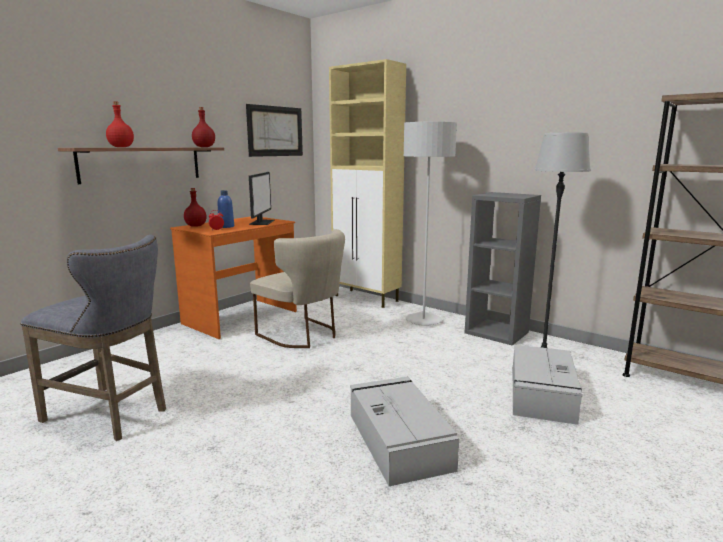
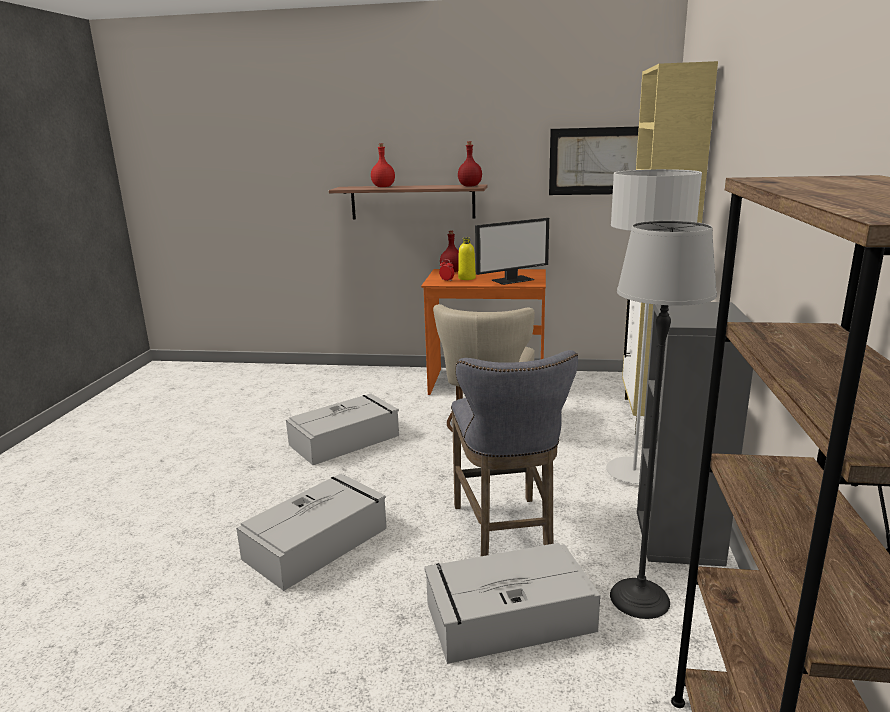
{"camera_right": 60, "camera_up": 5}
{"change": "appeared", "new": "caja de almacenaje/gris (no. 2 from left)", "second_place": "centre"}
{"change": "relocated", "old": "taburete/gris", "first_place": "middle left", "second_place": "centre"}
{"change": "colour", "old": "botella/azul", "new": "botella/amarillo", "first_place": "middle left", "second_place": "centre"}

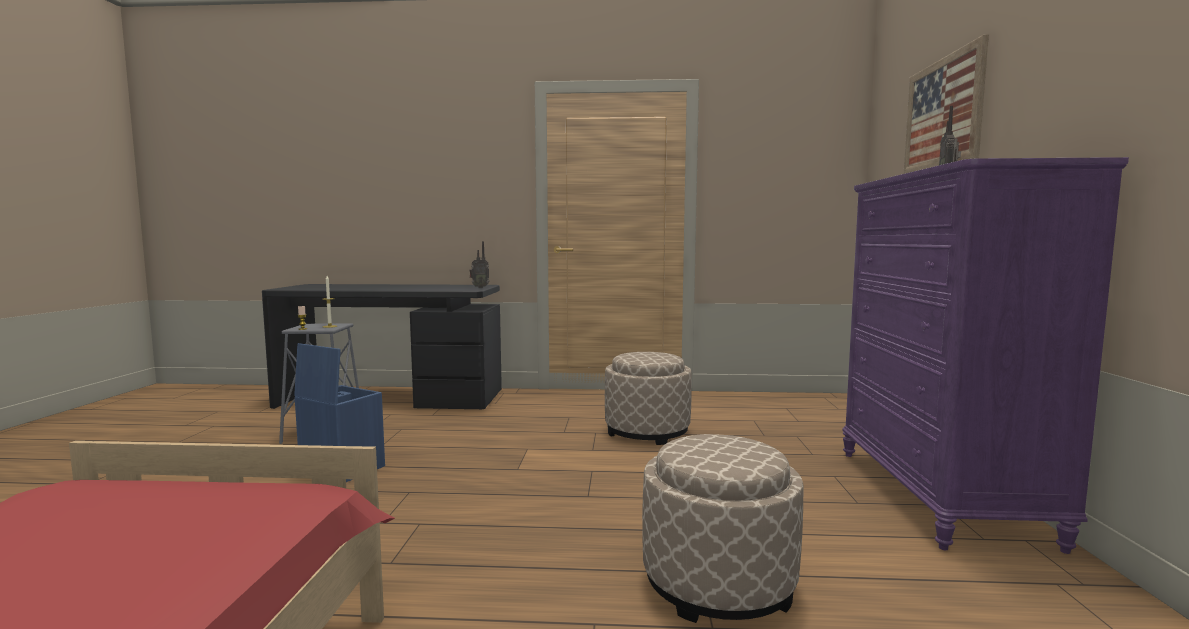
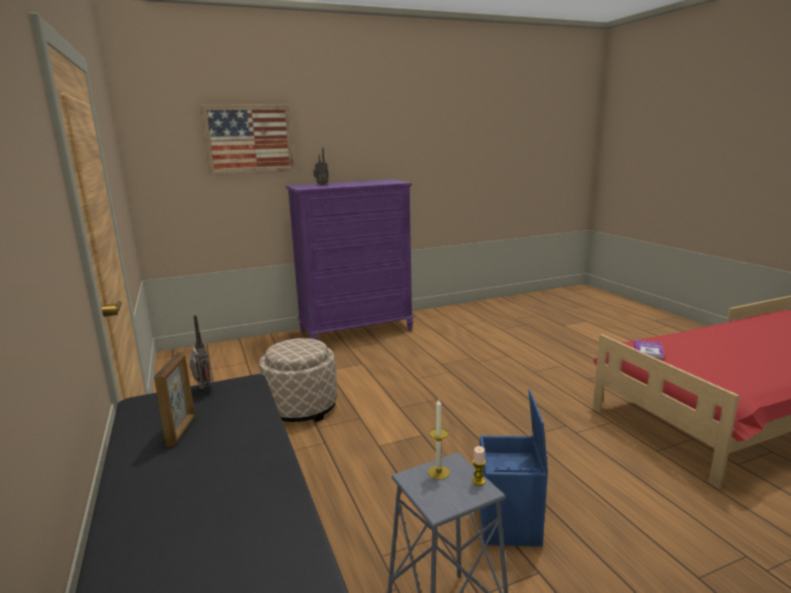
{"camera_right": -115, "camera_up": 10}
{"change": "appeared", "new": "portarretratos", "second_place": "bottom left"}
{"change": "appeared", "new": "libro", "second_place": "middle right"}
{"change": "missing", "old": "puf/beis (no. 2 from left)", "first_place": "bottom centre"}

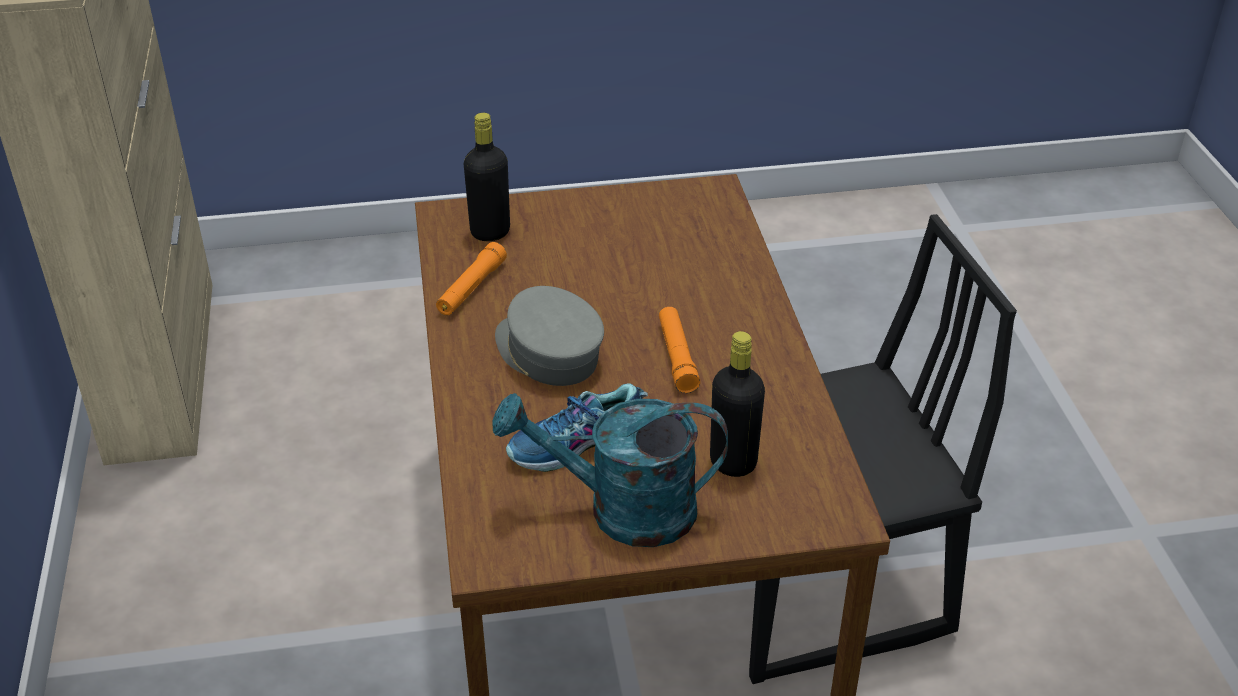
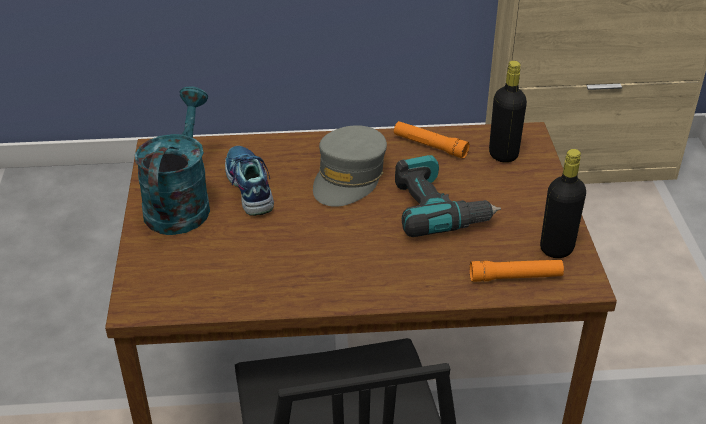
{"camera_right": 95, "camera_up": 0}
{"change": "spun", "old": "gorra/gris", "first_place": "centre", "second_place": "centre", "degrees": 150}
{"change": "appeared", "new": "taladro", "second_place": "centre"}
{"change": "relocated", "old": "linterna/naranja (no. 2 from left)", "first_place": "centre", "second_place": "middle right"}
{"change": "relocated", "old": "botella/negro (no. 2 from left)", "first_place": "centre", "second_place": "middle right"}

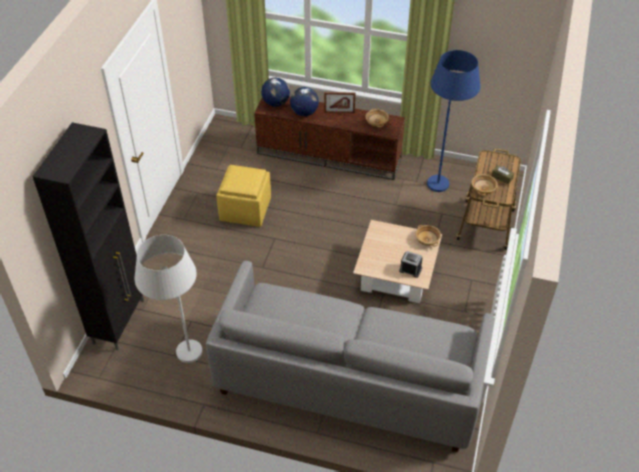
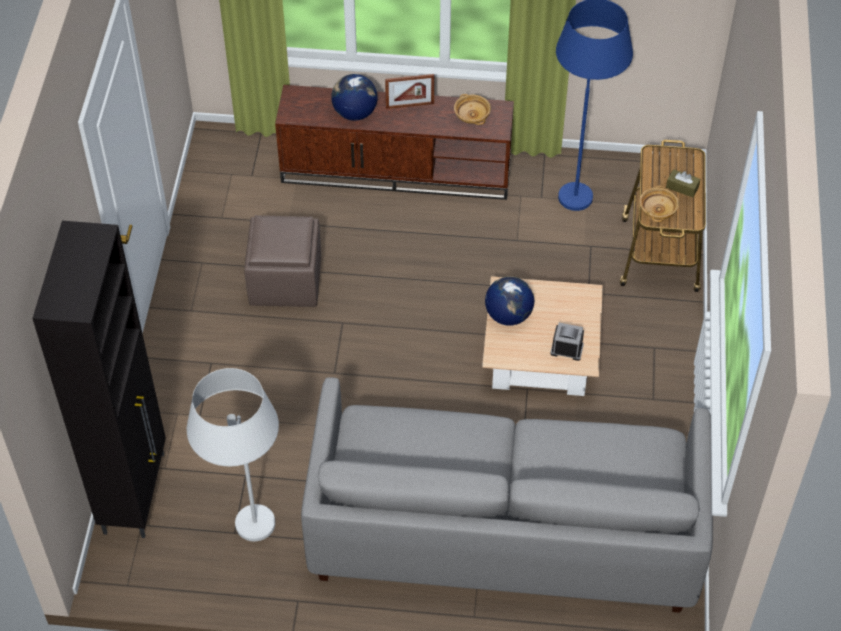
{"camera_right": -10, "camera_up": 5}
{"change": "colour", "old": "puf/amarillo", "new": "puf/marrón", "first_place": "centre", "second_place": "centre"}
{"change": "relocated", "old": "globo terráqueo (no. 1 from left in the first image)", "new": "globo terráqueo (no. 2 from left)", "first_place": "top centre", "second_place": "centre"}
{"change": "missing", "old": "cuenco/beis (no. 2 from left)", "first_place": "middle right"}

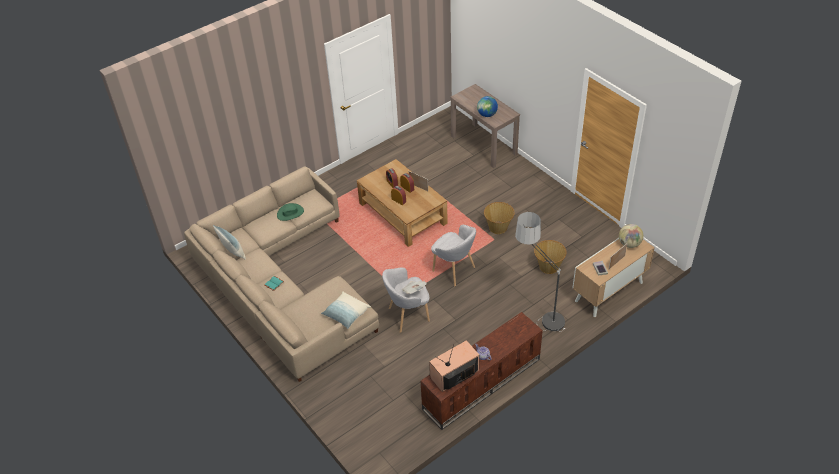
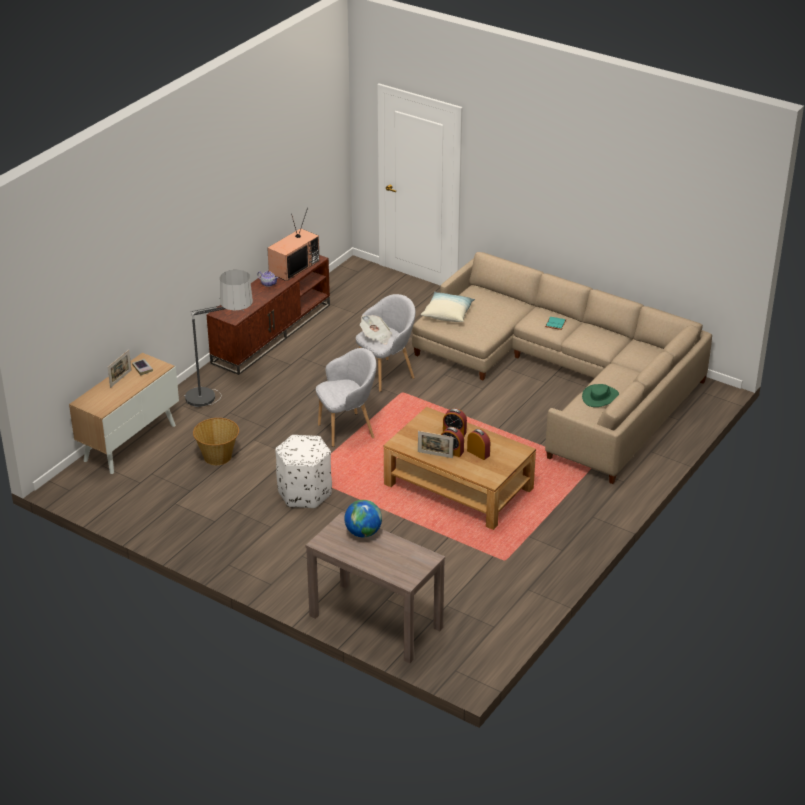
{"camera_right": 160, "camera_up": -10}
{"change": "exchanged", "old": "cesta (no. 1 from left)", "new": "puf/blanco", "first_place": "centre", "second_place": "centre"}
{"change": "spun", "old": "sillón/gris (no. 2 from left in the first image)", "first_place": "centre", "second_place": "centre", "degrees": 135}
{"change": "missing", "old": "cojín (no. 1 from left)", "first_place": "middle left"}
{"change": "missing", "old": "globo terráqueo (no. 2 from left)", "first_place": "middle right"}

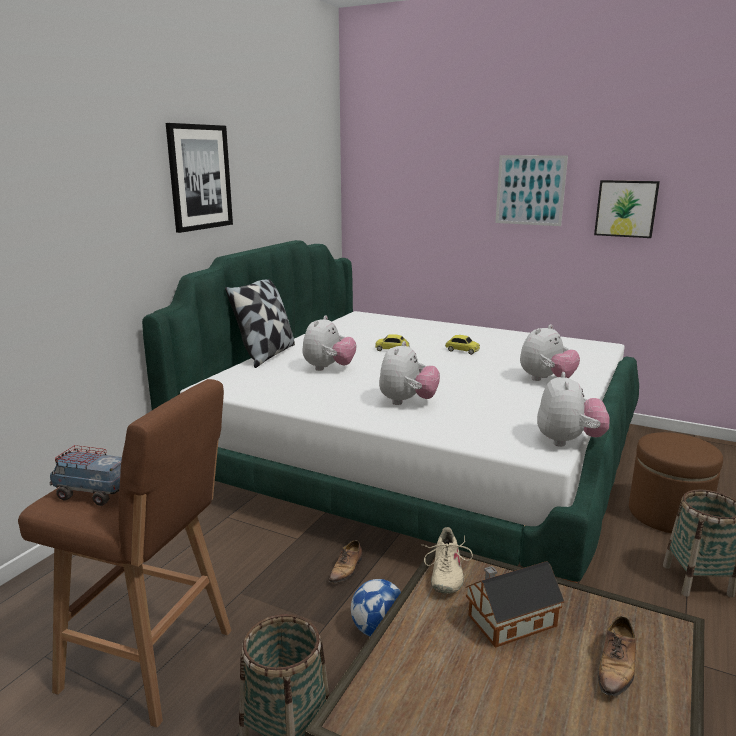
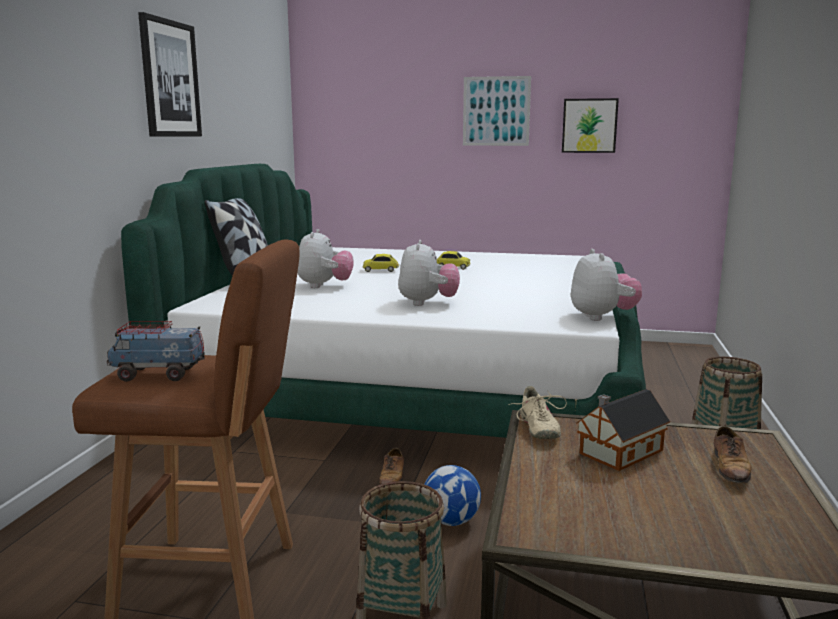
{"camera_right": -15, "camera_up": -5}
{"change": "missing", "old": "peluche (no. 3 from left)", "first_place": "middle right"}
{"change": "missing", "old": "puf/marrón", "first_place": "middle right"}

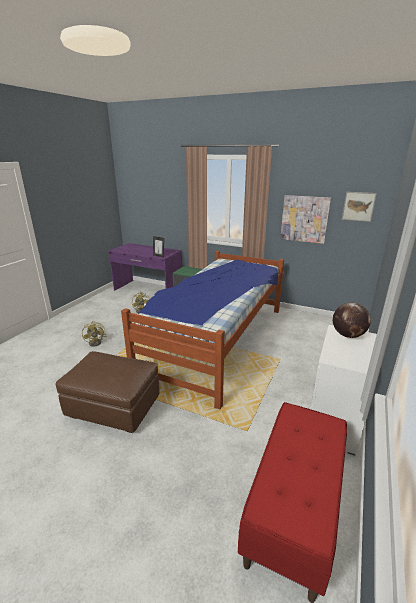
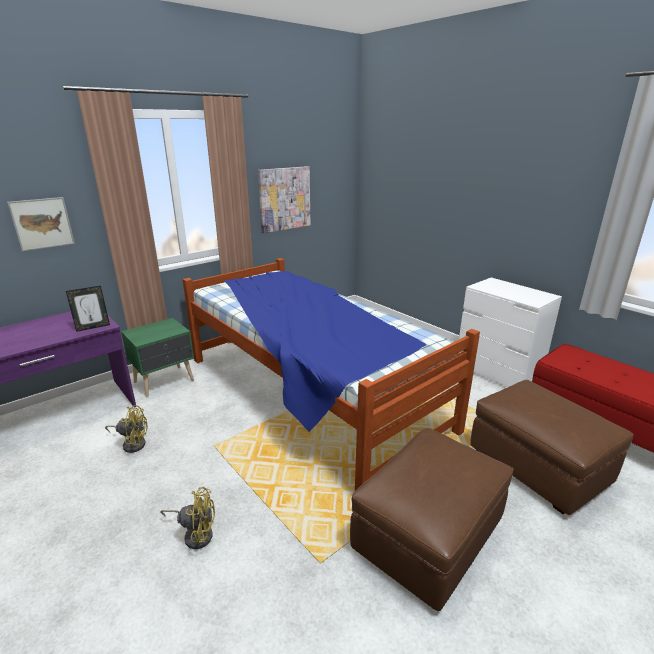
{"camera_right": -65, "camera_up": 0}
{"change": "relocated", "old": "cuadro (no. 2 from left in the first image)", "new": "cuadro (no. 1 from left)", "first_place": "middle right", "second_place": "middle left"}
{"change": "appeared", "new": "puf/marrón (no. 2 from left)", "second_place": "bottom right"}
{"change": "missing", "old": "globo terráqueo", "first_place": "middle right"}

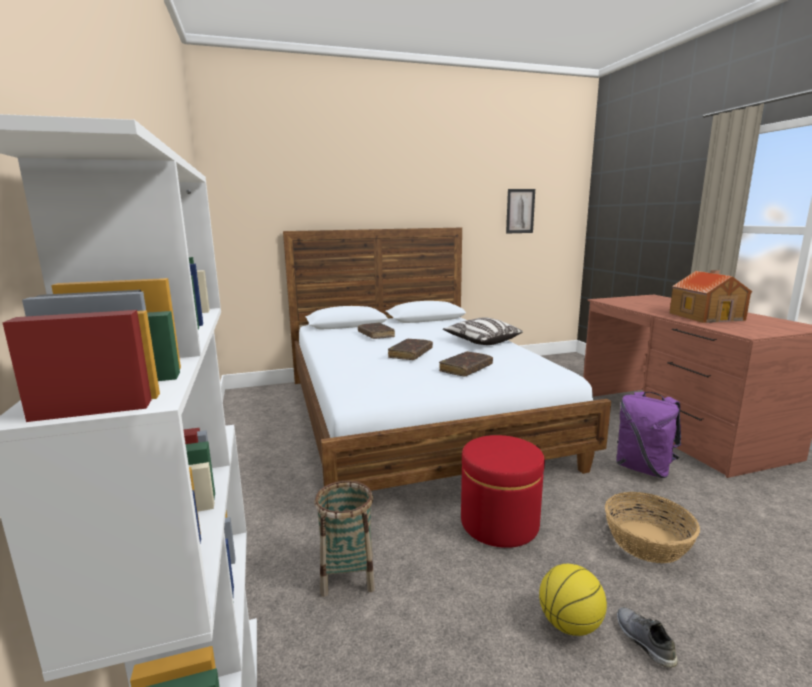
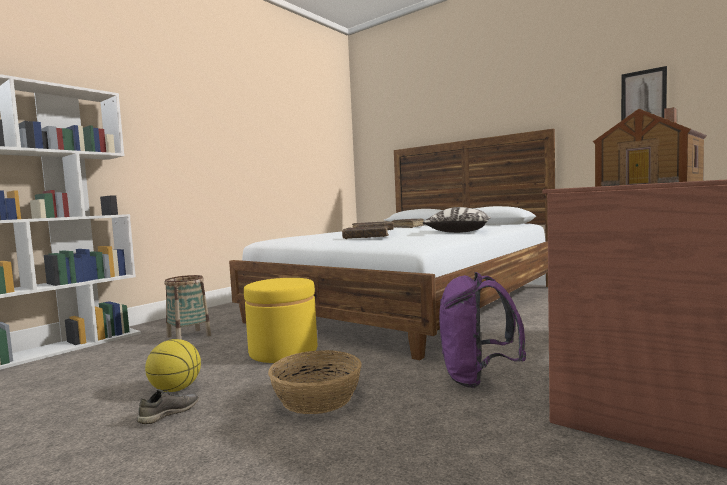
{"camera_right": 55, "camera_up": -10}
{"change": "colour", "old": "puf/rojo", "new": "puf/amarillo", "first_place": "bottom centre", "second_place": "centre"}

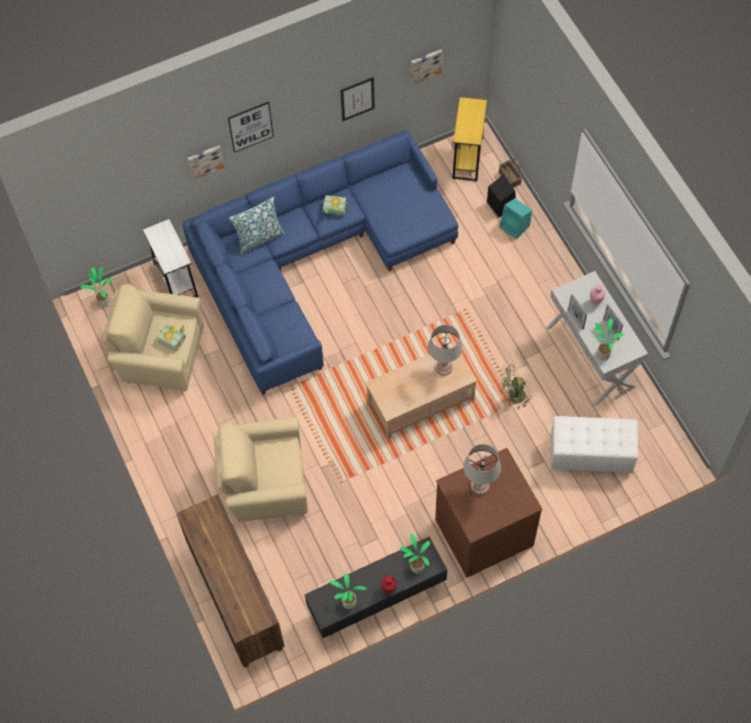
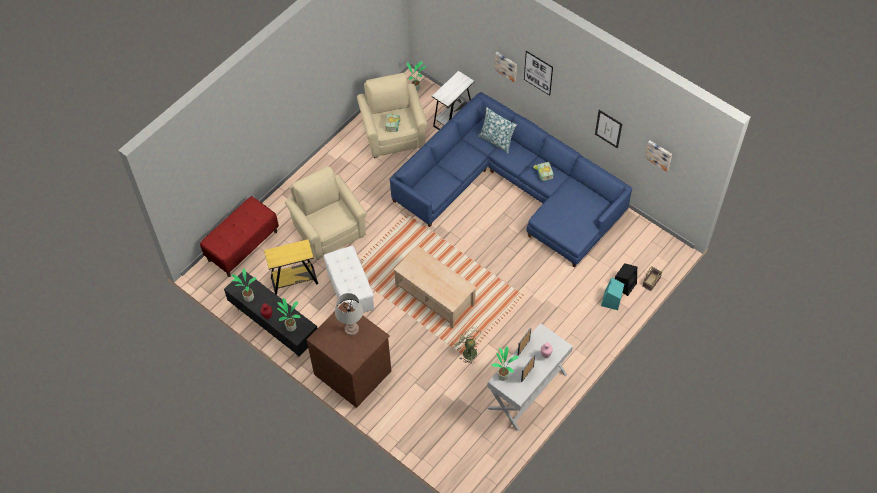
{"camera_right": 65, "camera_up": -5}
{"change": "exchanged", "old": "cómoda/marrón (no. 1 from left)", "new": "banco/rojo", "first_place": "bottom left", "second_place": "middle left"}
{"change": "relocated", "old": "mesa auxiliar/amarillo", "first_place": "top centre", "second_place": "middle left"}
{"change": "relocated", "old": "puf/blanco", "first_place": "middle right", "second_place": "centre"}
{"change": "missing", "old": "lámpara de mesa/gris (no. 1 from left)", "first_place": "centre"}

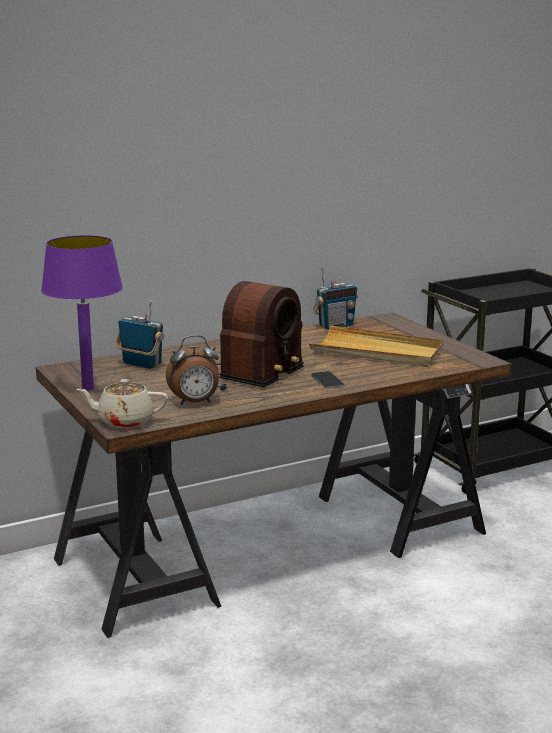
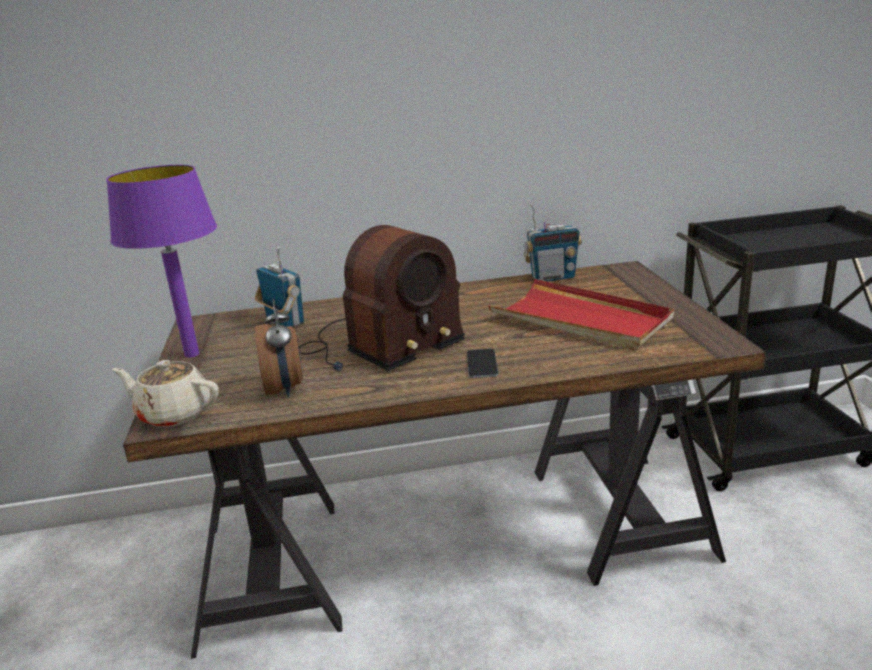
{"camera_right": 20, "camera_up": 5}
{"change": "spun", "old": "despertador", "first_place": "centre", "second_place": "middle left", "degrees": -105}
{"change": "colour", "old": "bandeja/beis", "new": "bandeja/rojo", "first_place": "middle right", "second_place": "centre"}

